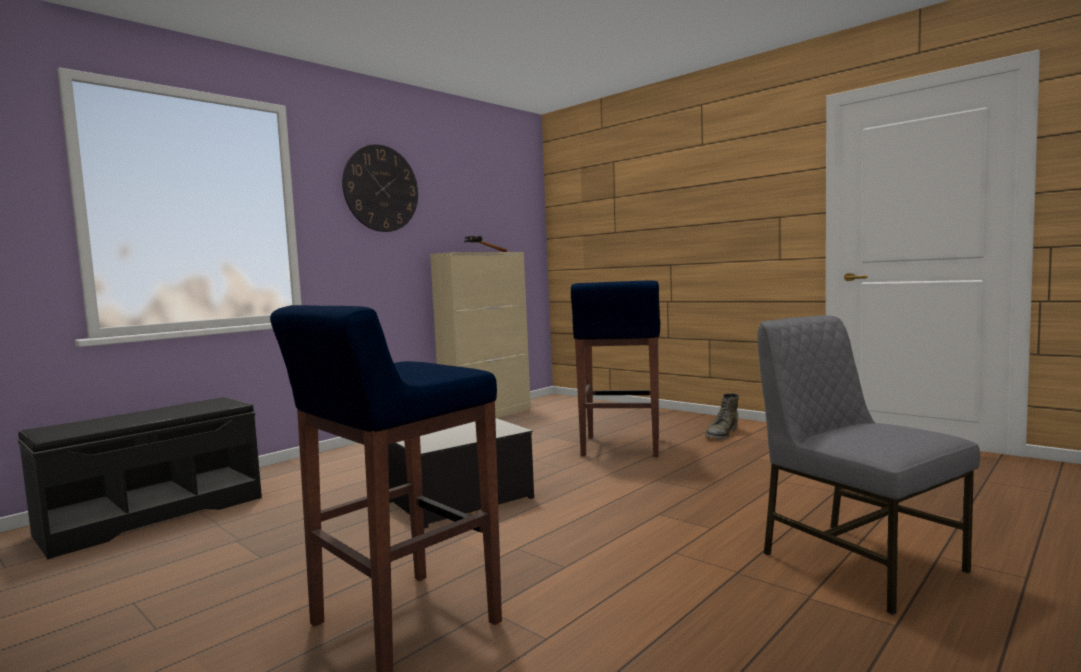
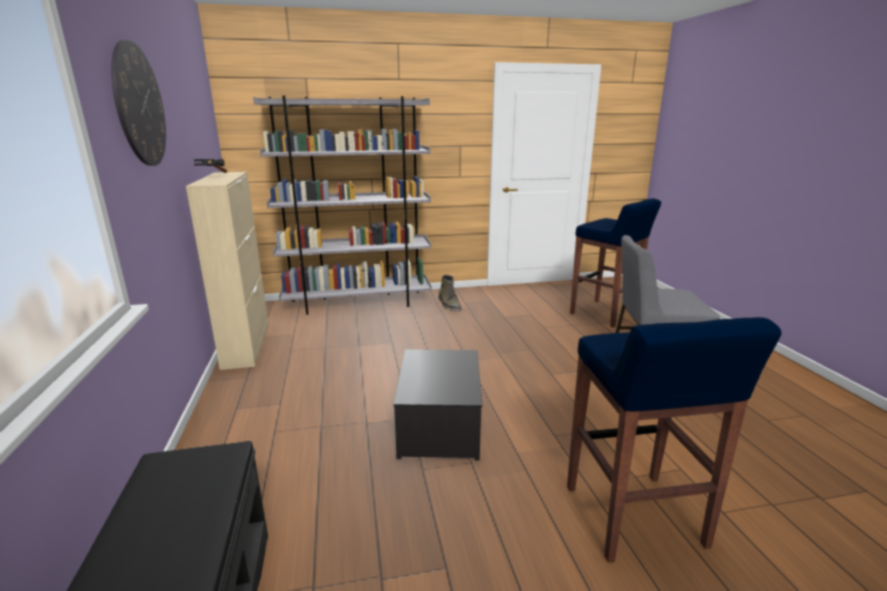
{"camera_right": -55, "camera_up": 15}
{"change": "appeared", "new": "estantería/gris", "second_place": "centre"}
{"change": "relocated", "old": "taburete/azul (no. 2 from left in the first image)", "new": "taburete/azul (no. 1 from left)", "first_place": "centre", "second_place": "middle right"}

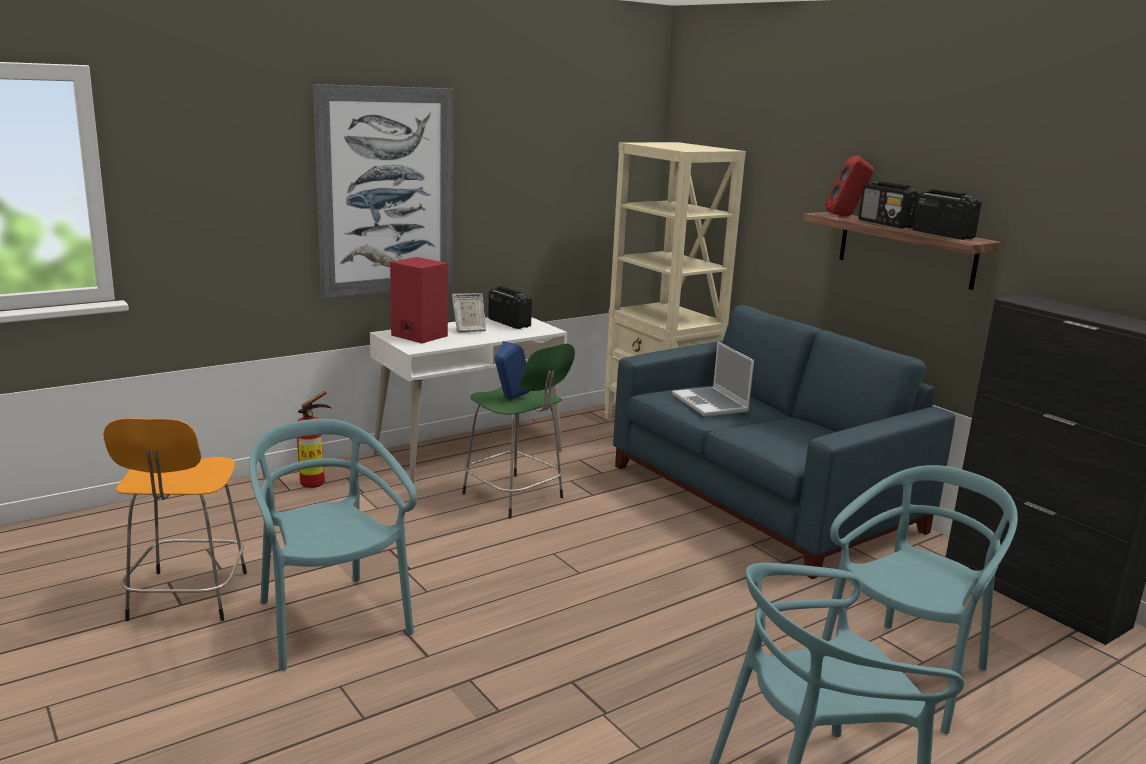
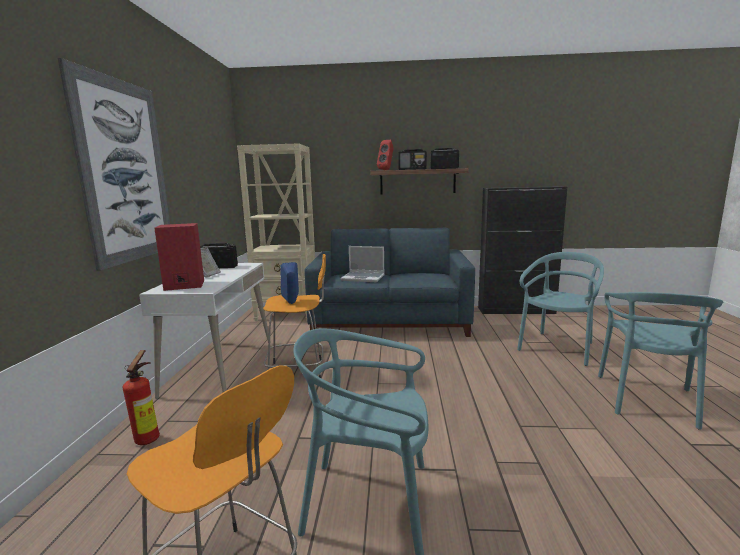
{"camera_right": -50, "camera_up": -5}
{"change": "colour", "old": "taburete/verde", "new": "taburete/naranja (no. 2 from left)", "first_place": "centre", "second_place": "centre"}
{"change": "spun", "old": "silla/turquesa (no. 3 from left in the first image)", "first_place": "bottom right", "second_place": "middle right", "degrees": 45}

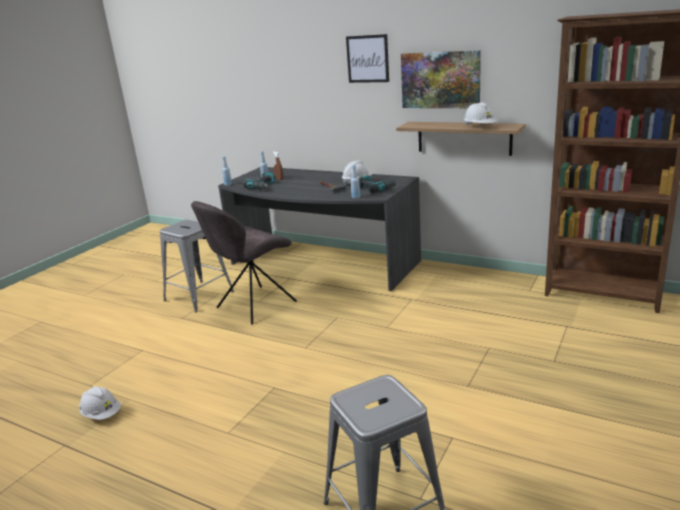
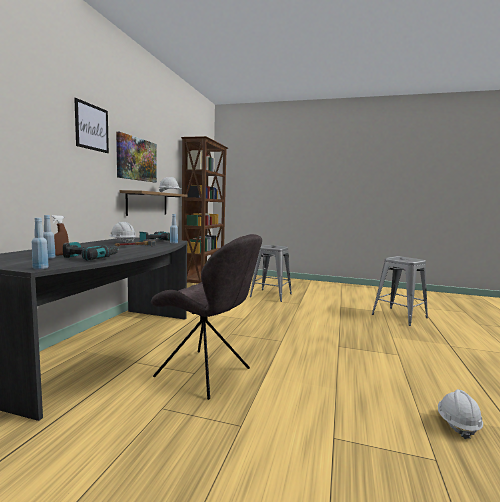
{"camera_right": -105, "camera_up": -15}
{"change": "relocated", "old": "taburete/gris (no. 1 from left)", "first_place": "middle left", "second_place": "centre"}

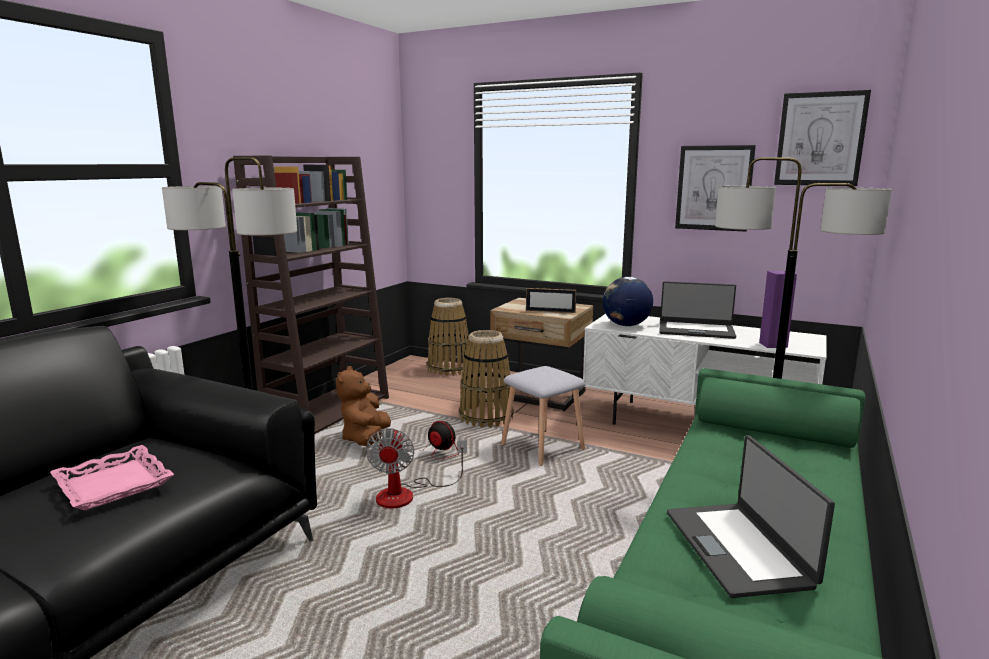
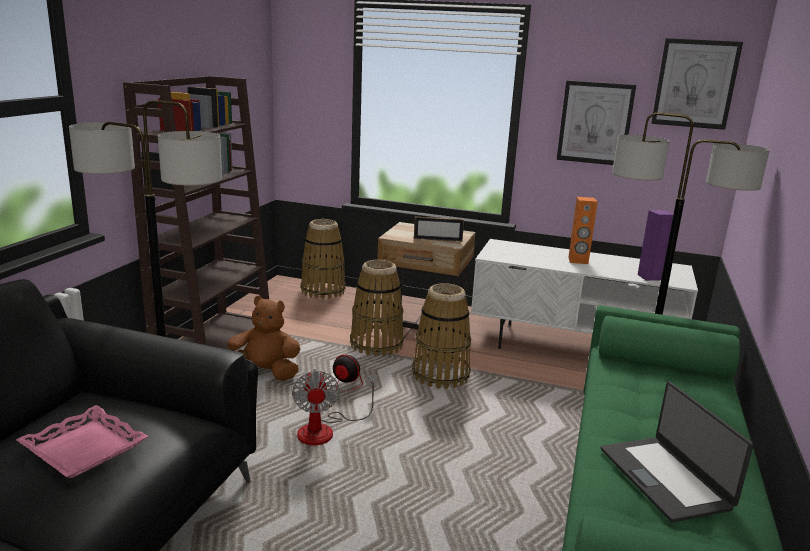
{"camera_right": -10, "camera_up": 5}
{"change": "spun", "old": "peluche/marrón", "first_place": "centre", "second_place": "middle left", "degrees": 105}
{"change": "exchanged", "old": "taburete/gris", "new": "cesta (no. 3 from left)", "first_place": "centre", "second_place": "centre"}
{"change": "exchanged", "old": "portátil (no. 1 from left)", "new": "altavoz/naranja", "first_place": "middle right", "second_place": "middle right"}
{"change": "missing", "old": "globo terráqueo", "first_place": "centre"}

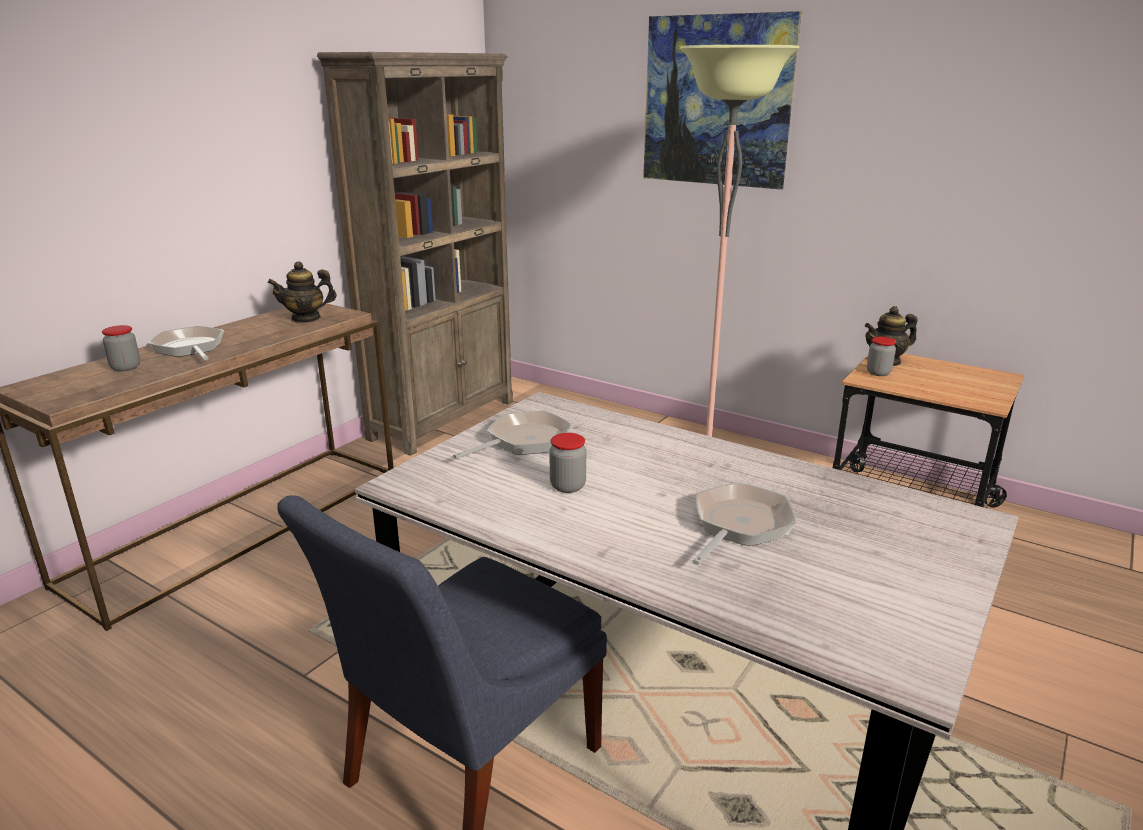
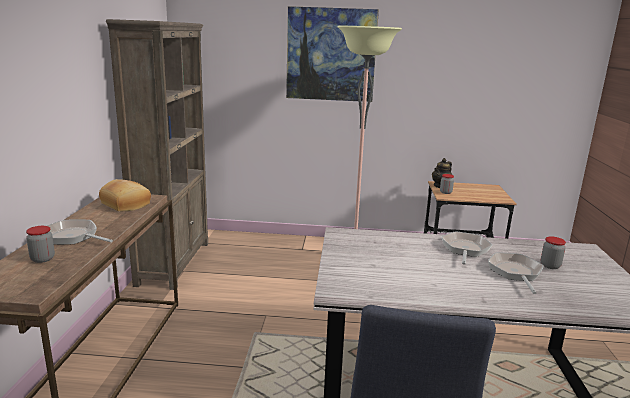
{"camera_right": -30, "camera_up": -5}
{"change": "exchanged", "old": "tetera (no. 1 from left)", "new": "pan", "first_place": "middle left", "second_place": "middle left"}
{"change": "relocated", "old": "sartén (no. 2 from left)", "first_place": "centre", "second_place": "middle right"}
{"change": "relocated", "old": "tarro (no. 2 from left in the first image)", "new": "tarro (no. 3 from left)", "first_place": "centre", "second_place": "middle right"}

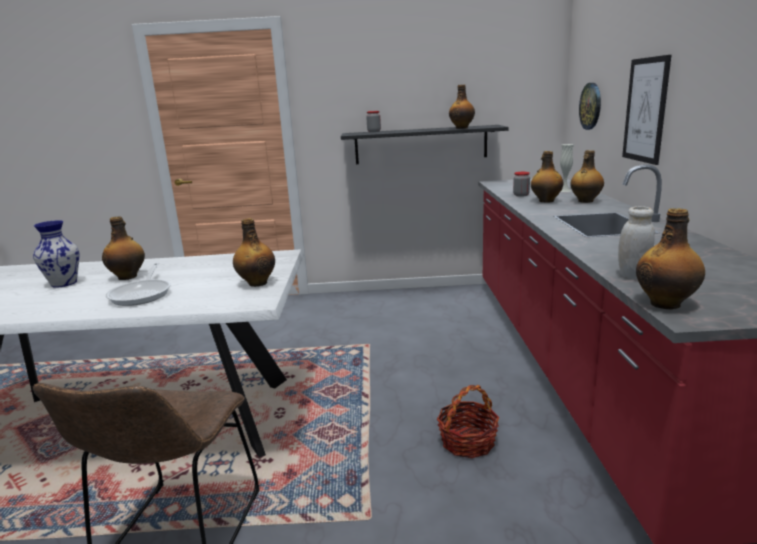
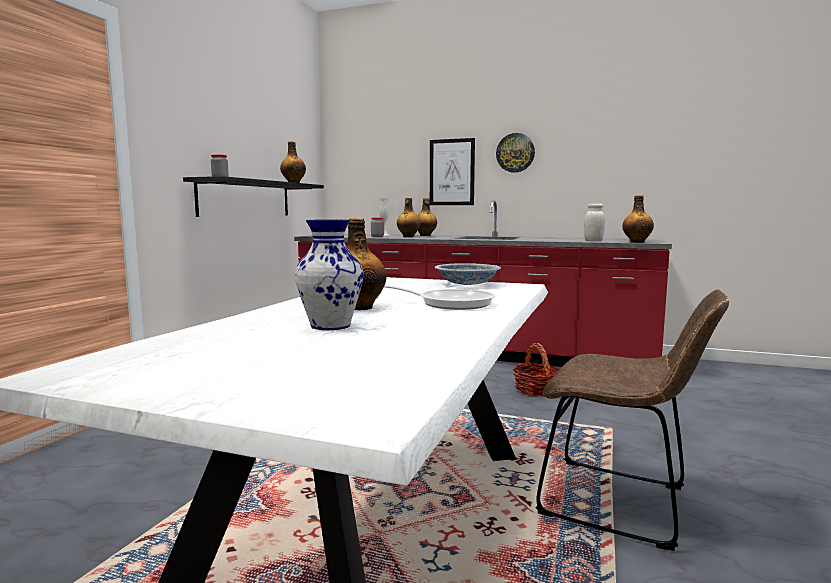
{"camera_right": -70, "camera_up": -10}
{"change": "exchanged", "old": "botella (no. 2 from left)", "new": "cuenco", "first_place": "centre", "second_place": "centre"}
{"change": "relocated", "old": "reloj de pared", "first_place": "top right", "second_place": "top centre"}

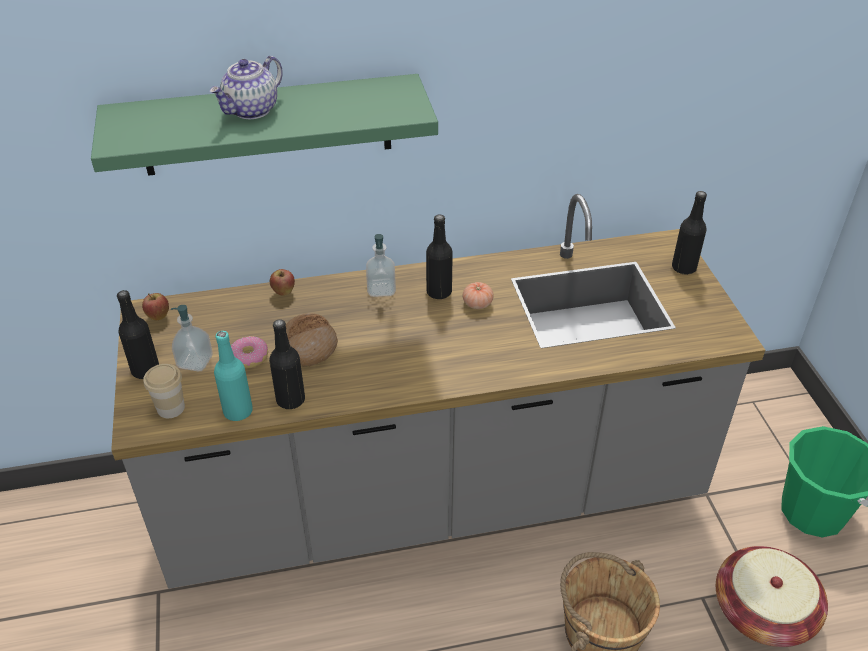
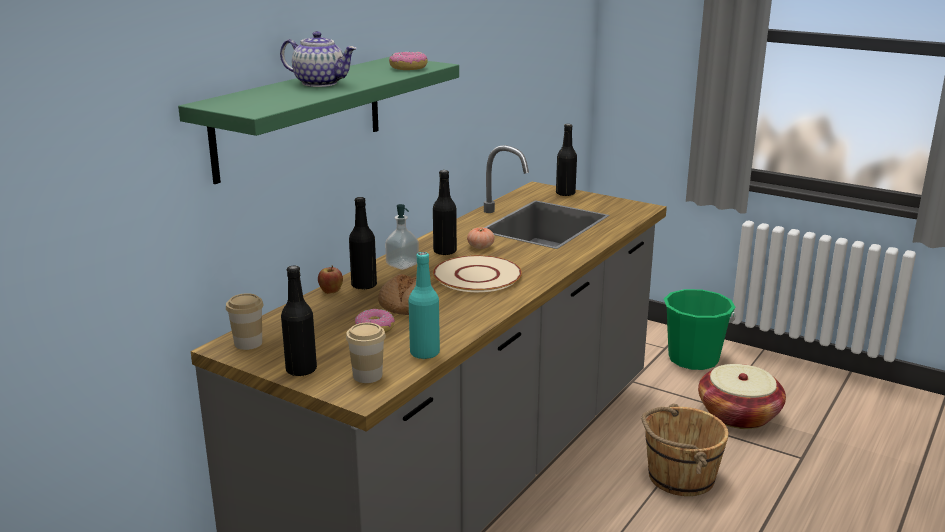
{"camera_right": -45, "camera_up": -20}
{"change": "exchanged", "old": "manzana (no. 1 from left)", "new": "taza (no. 1 from left)", "first_place": "middle left", "second_place": "middle left"}
{"change": "spun", "old": "tetera", "first_place": "top left", "second_place": "top centre", "degrees": -60}
{"change": "relocated", "old": "botella/negro (no. 2 from left)", "first_place": "middle left", "second_place": "centre"}
{"change": "appeared", "new": "rosquilla (no. 2 from left)", "second_place": "top centre"}
{"change": "appeared", "new": "plato/beis", "second_place": "centre"}
{"change": "missing", "old": "dispensador de jabón (no. 1 from left)", "first_place": "middle left"}

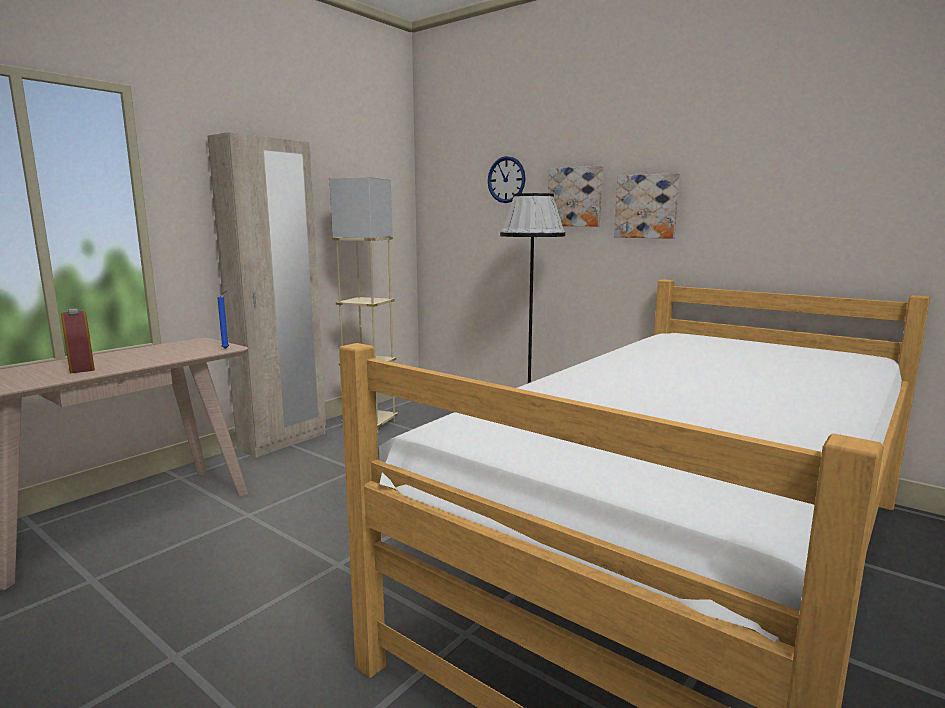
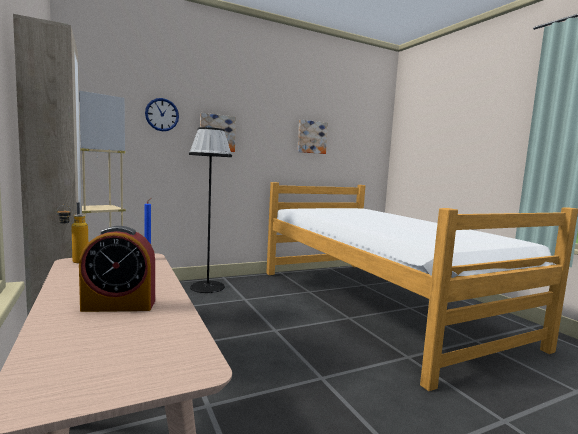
{"camera_right": -65, "camera_up": -5}
{"change": "appeared", "new": "botella", "second_place": "middle left"}
{"change": "relocated", "old": "cuadro (no. 2 from left)", "first_place": "top right", "second_place": "top centre"}

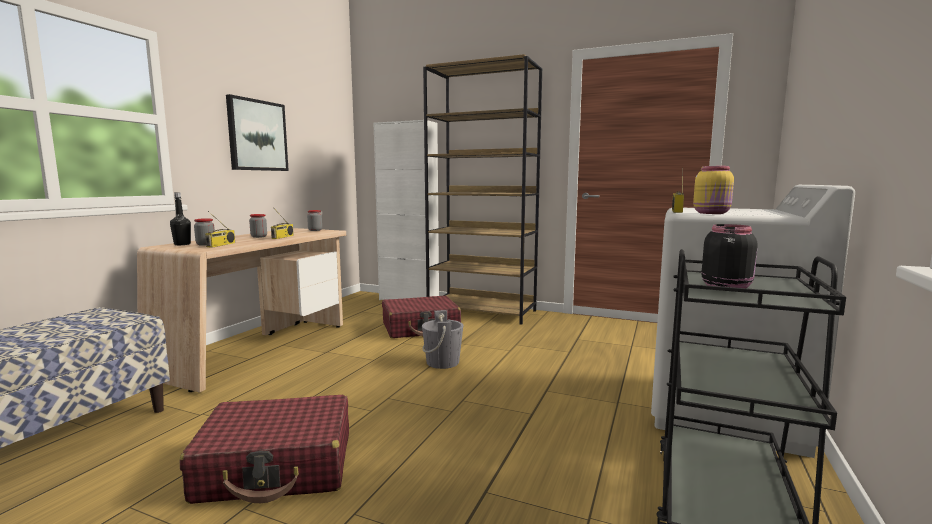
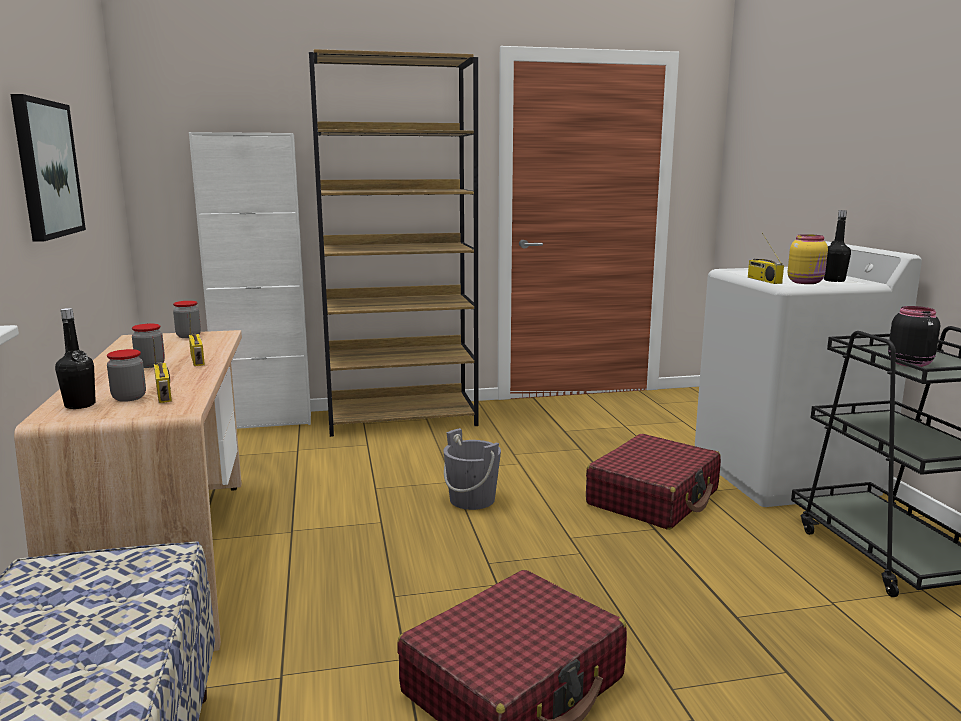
{"camera_right": -35, "camera_up": 5}
{"change": "relocated", "old": "maleta/rojo (no. 2 from left)", "first_place": "centre", "second_place": "bottom right"}
{"change": "appeared", "new": "botella/negro (no. 2 from left)", "second_place": "middle right"}

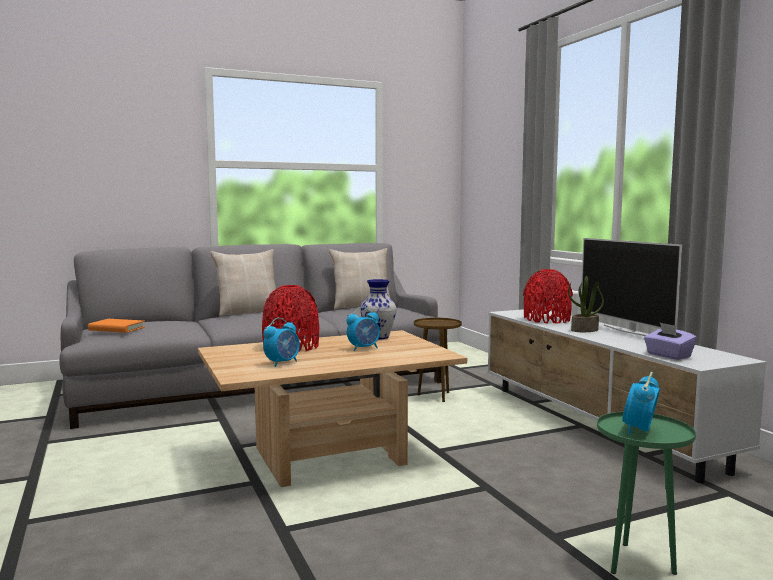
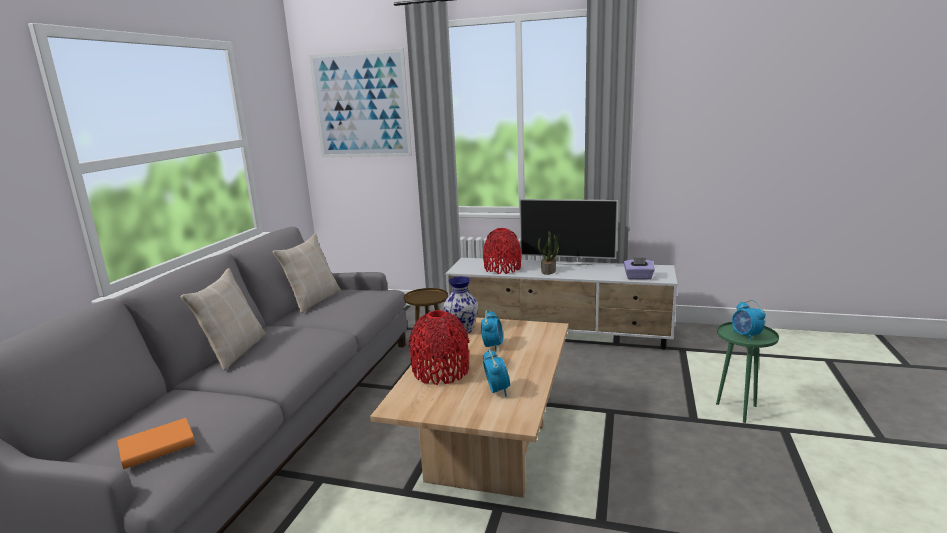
{"camera_right": -50, "camera_up": 10}
{"change": "appeared", "new": "cuadro", "second_place": "top centre"}

